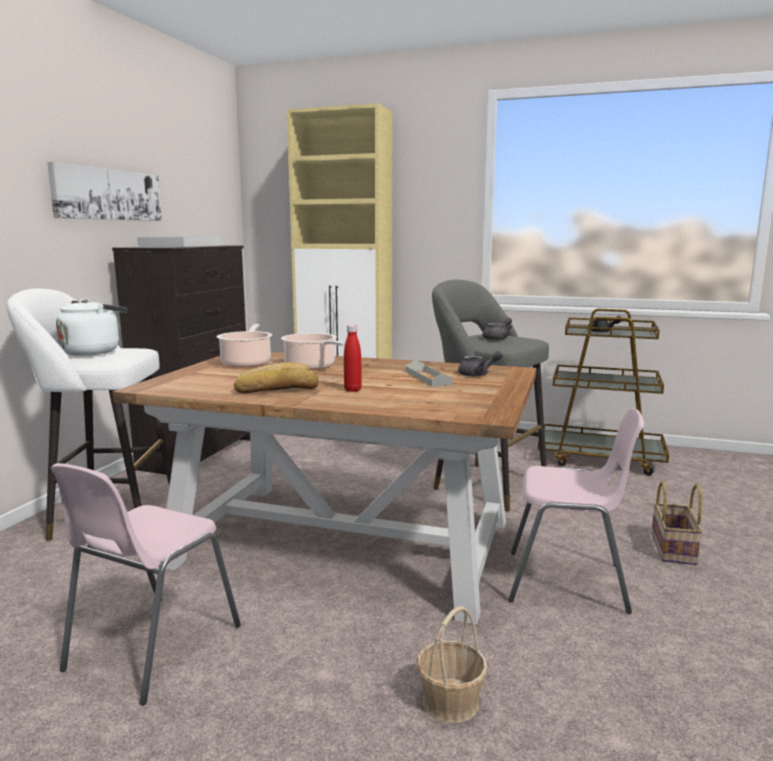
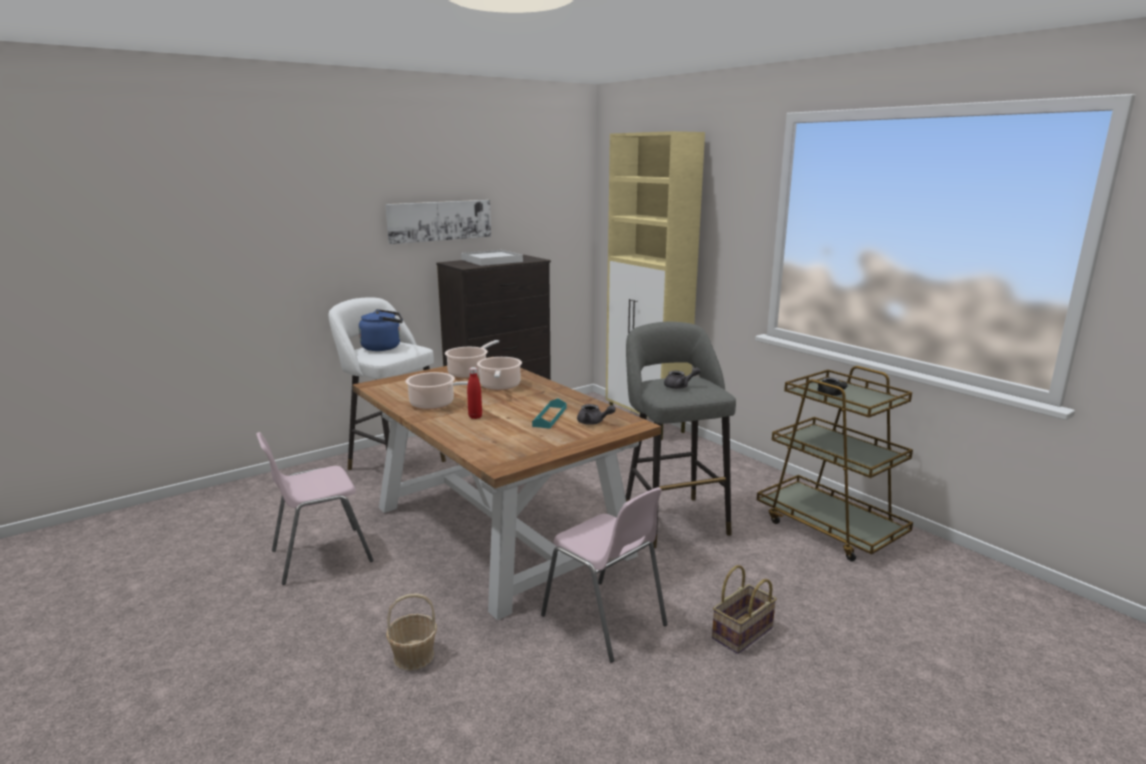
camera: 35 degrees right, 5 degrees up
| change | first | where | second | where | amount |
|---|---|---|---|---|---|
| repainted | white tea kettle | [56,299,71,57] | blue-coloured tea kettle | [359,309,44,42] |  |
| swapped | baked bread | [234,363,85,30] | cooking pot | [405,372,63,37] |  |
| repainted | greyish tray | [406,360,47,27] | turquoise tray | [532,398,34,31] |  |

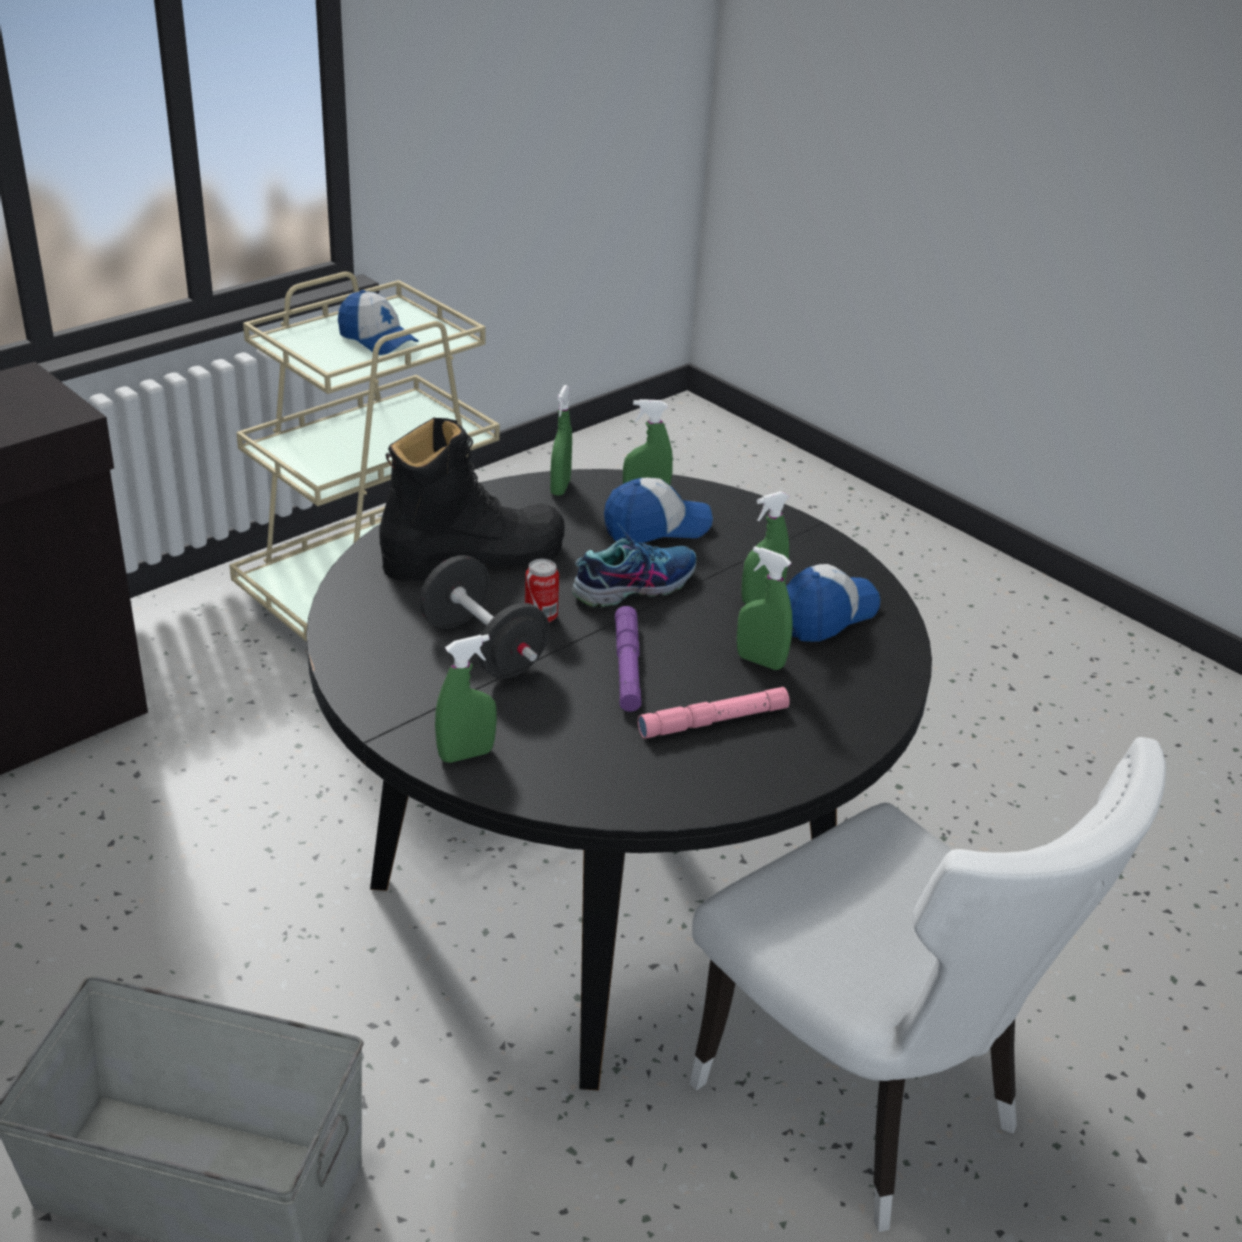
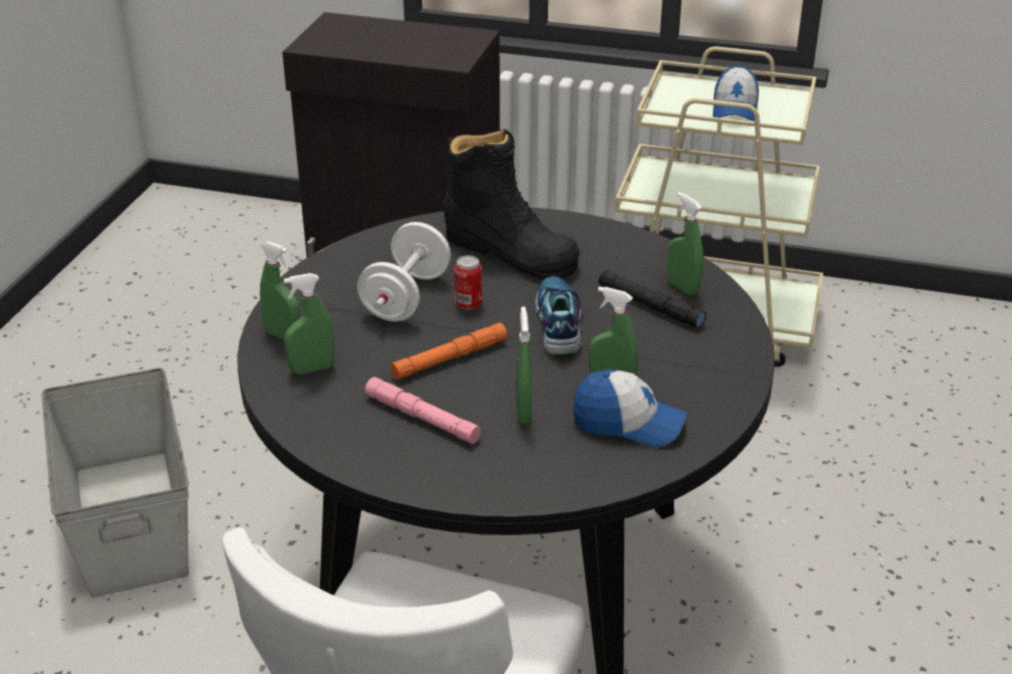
camera: 60 degrees right, 0 degrees up
| change | first | where | second | where | amount |
|---|---|---|---|---|---|
| shifted | green sprayer | [550,385,22,111] |  | [284,273,50,101] |  |
| repainted | black-coloured hand weight | [419,555,131,124] | white hand weight | [357,222,94,100] |  |
| repainted | purple-coloured torch | [615,606,26,106] | orange torch | [390,323,117,57] |  |
| rotated | shoe | [572,522,124,86] |  | [532,276,51,80] | 120 degrees counterclockwise |
| swapped | peaked cap | [604,478,109,65] | black-coloured torch | [598,270,108,58] |  |

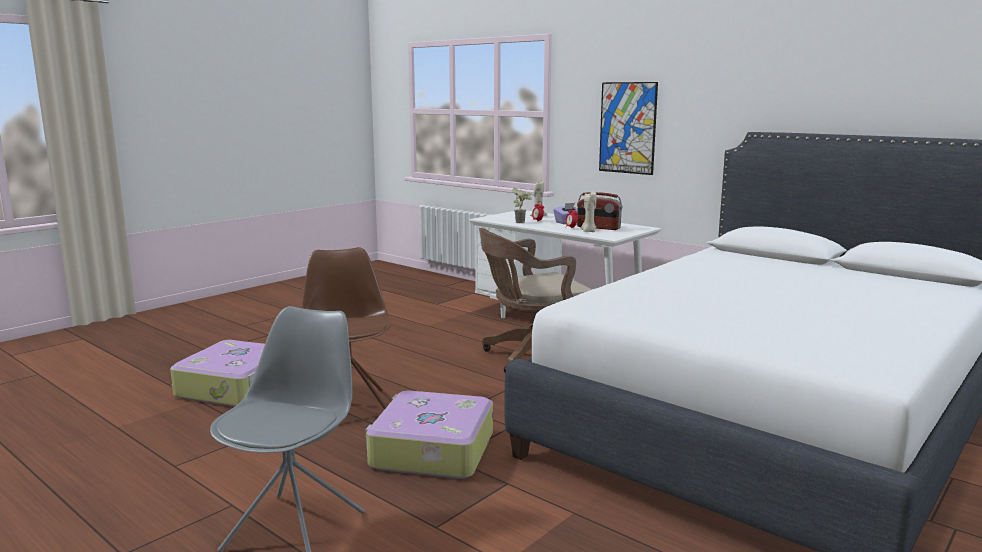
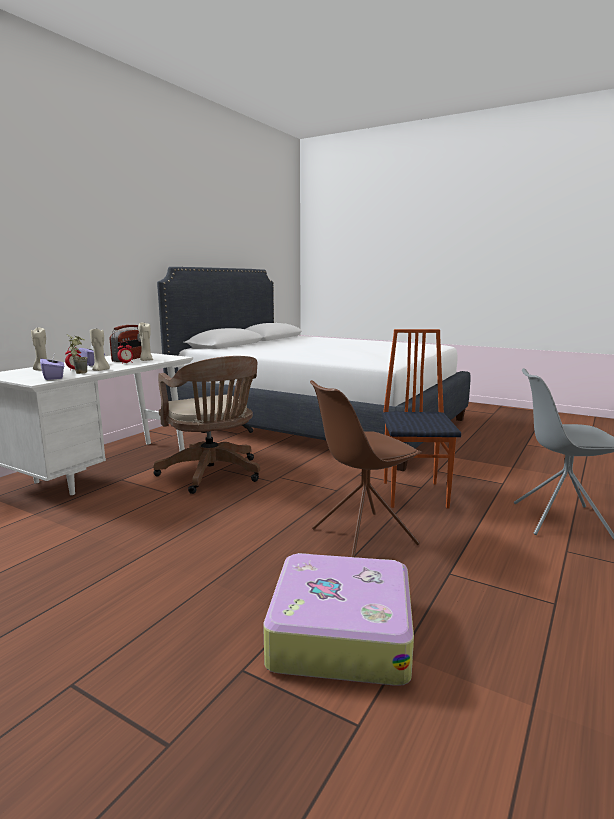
camera: 100 degrees left, 0 degrees up
| change | first | where | second | where | amount |
|---|---|---|---|---|---|
| new |  |  | purple-coloured tissue holder | [40,352,24,28] |  |
| new |  |  | beige wax light | [90,328,20,43] |  |
| swapped | travel case | [366,391,127,88] | chair | [382,329,79,180] |  |
| gone | wall picture | [599,82,59,93] |  |  |  |

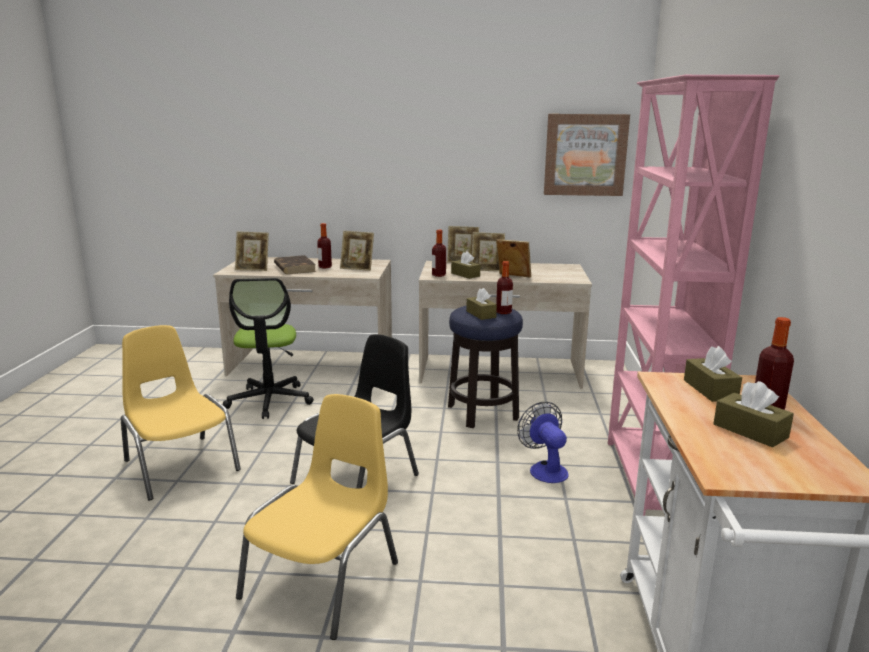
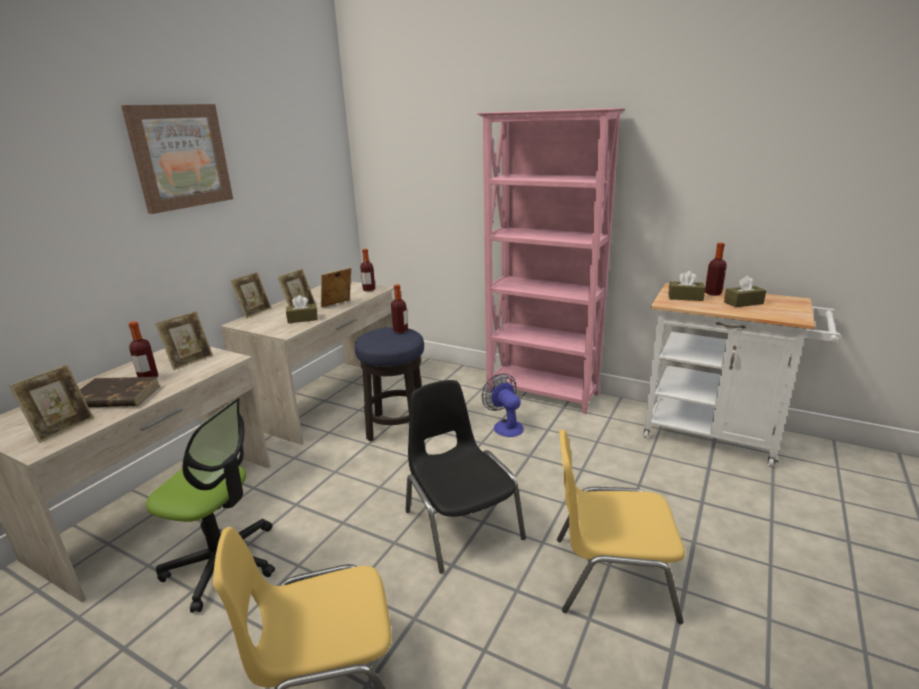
camera: 65 degrees left, 5 degrees up
| change | first | where | second | where | amount |
|---|---|---|---|---|---|
| shifted | wall picture | [544,114,86,82] |  | [121,104,112,110] |  |
| shifted | beverage bottle | [432,230,14,47] |  | [360,249,15,42] |  |
| rotated | cooling fan | [517,402,52,81] |  | [482,373,42,64] | 60 degrees clockwise |
| rotated | yellow chair | [236,394,162,246] |  | [557,429,128,195] | 45 degrees counterclockwise |
| gone | brownish tissue holder | [466,288,31,32] |  |  |  |

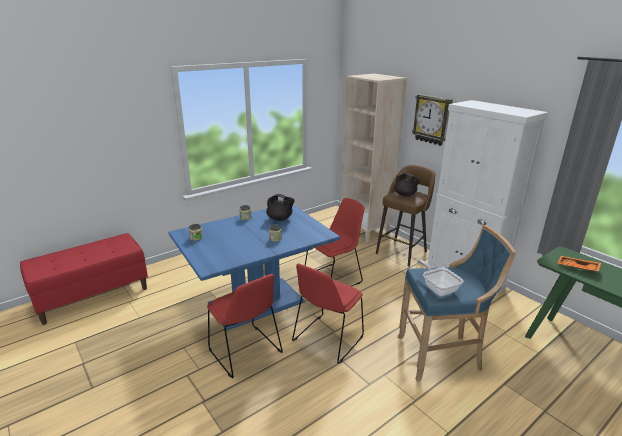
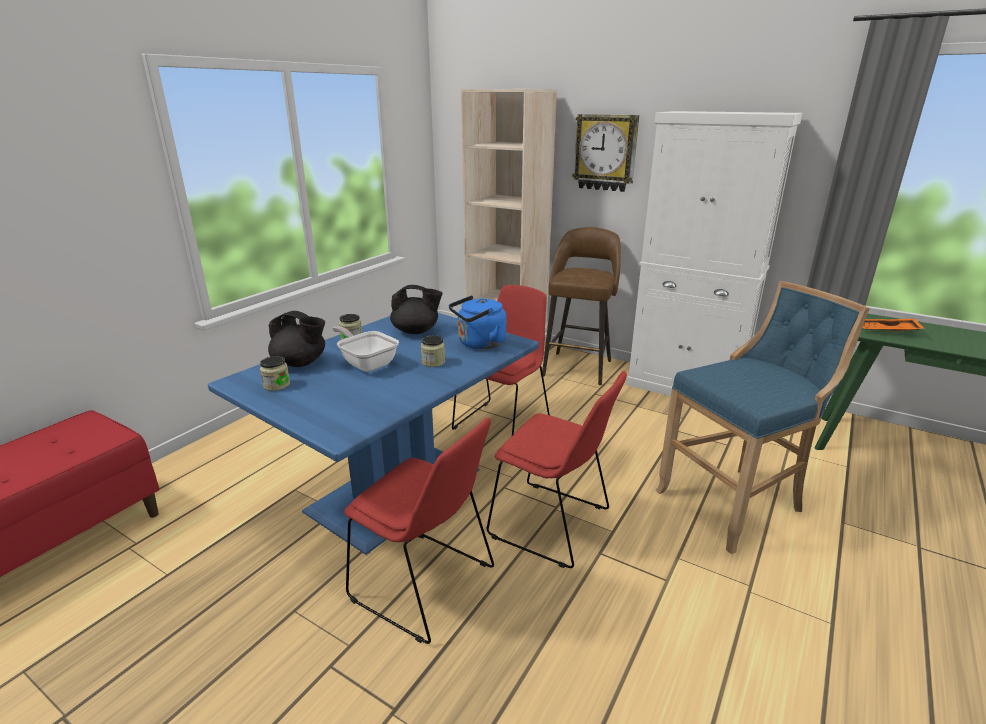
camera: 20 degrees left, 0 degrees up
| change | first | where | second | where | amount |
|---|---|---|---|---|---|
| shifted | black-coloured teapot | [394,173,27,24] |  | [268,311,57,56] |  |
| shifted | frying pan | [417,259,46,37] |  | [332,326,67,46] |  |
| new |  |  | blue-coloured tea kettle | [449,295,57,54] |  |
| rotated | reddish chair | [292,263,72,101] |  | [487,371,140,197] | 75 degrees counterclockwise |

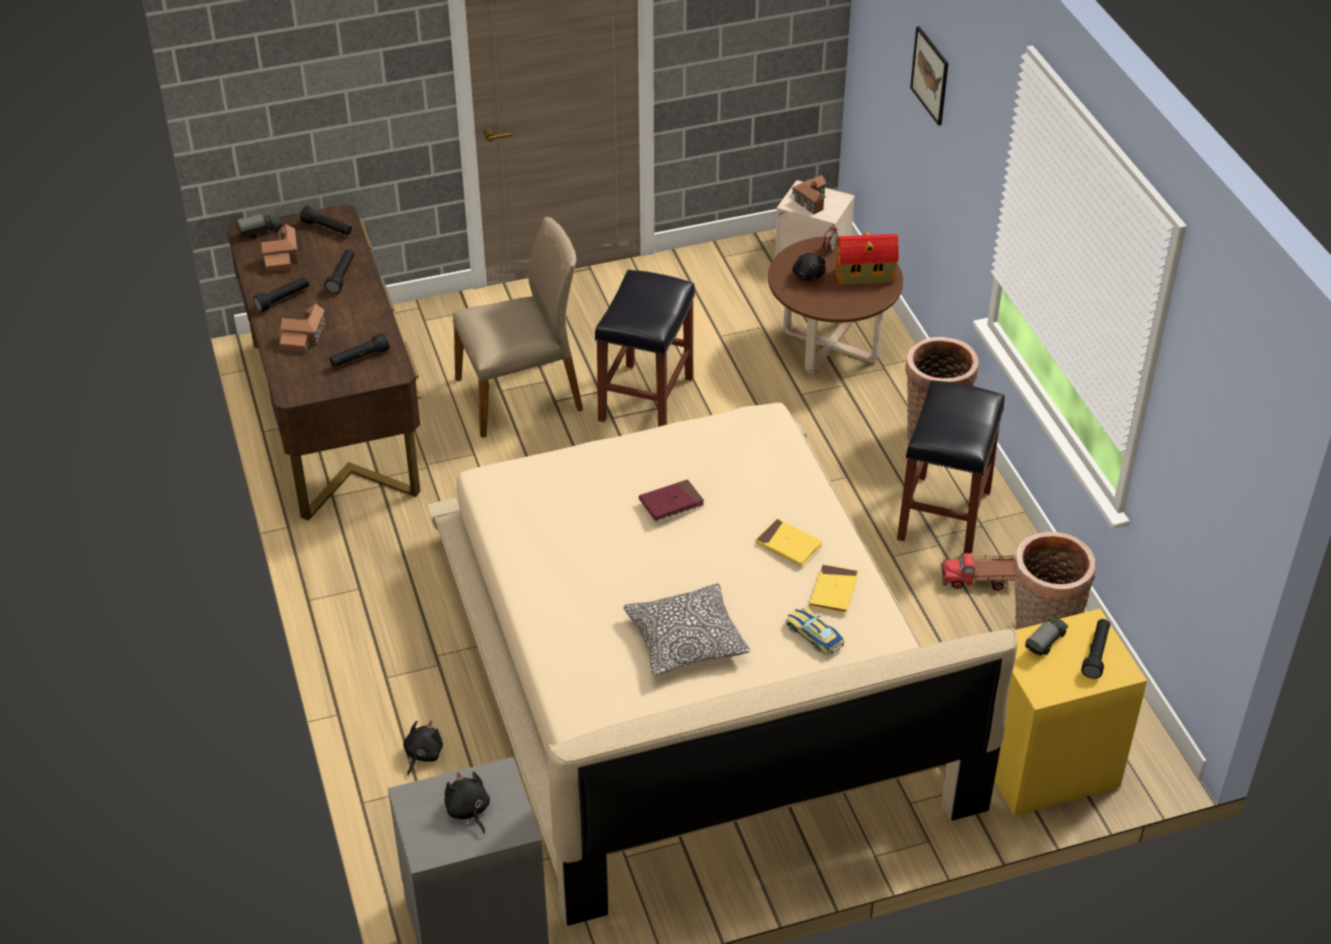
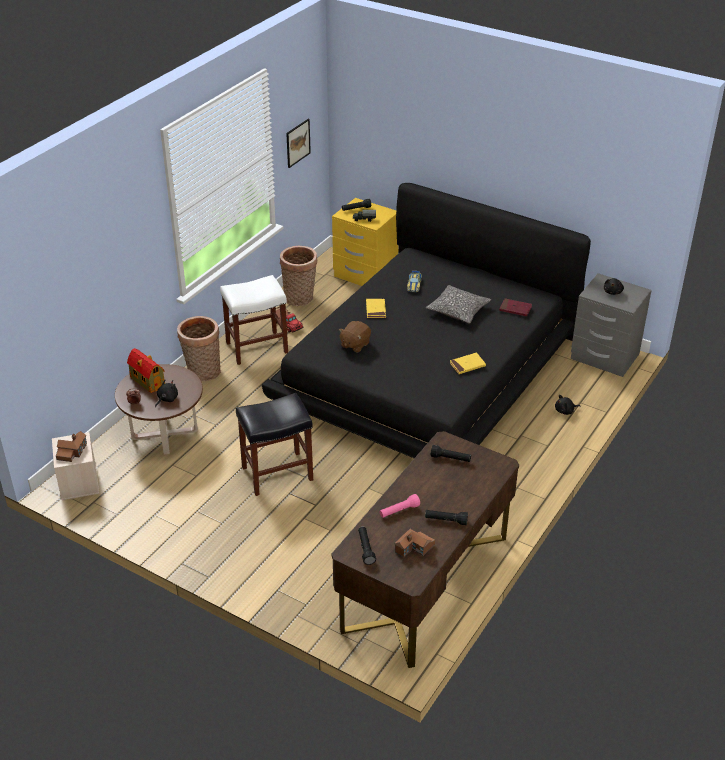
camera: 130 degrees left, 5 degrees down
| change | first | where | second | where | amount |
|---|---|---|---|---|---|
| repainted | black-coloured sitting stool | [897,380,108,173] | white sitting stool | [220,275,68,90] |  |
| repainted | beige sleeping bed | [426,403,591,523] | black-coloured sleeping bed | [262,183,329,275] |  |
| shifted | wall picture | [910,26,38,100] |  | [286,119,25,49] |  |
| new |  |  | brownish cuddly toy | [339,321,32,32] |  |
| repainted | black-coloured torch | [324,249,31,45] | pink torch | [380,494,40,24] |  |
| shifted | yellow bound book | [809,564,50,50] |  | [450,352,36,22] |  |
| shifted | reddish bound book | [639,479,65,42] |  | [499,298,33,18] |  |
| gone | toy truck | [236,214,47,25] |  |  |  |
| gone | model house | [280,304,45,49] |  |  |  |
| gone | beige chair | [453,217,130,221] |  |  |  |

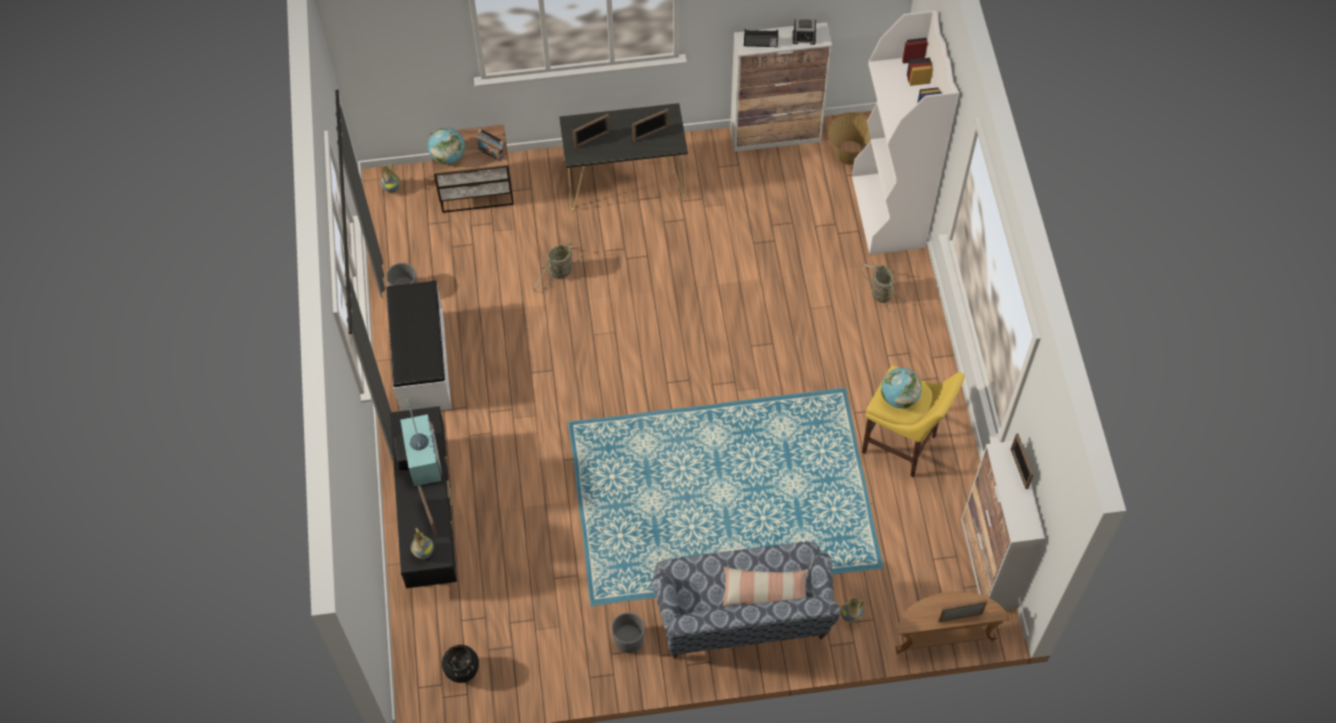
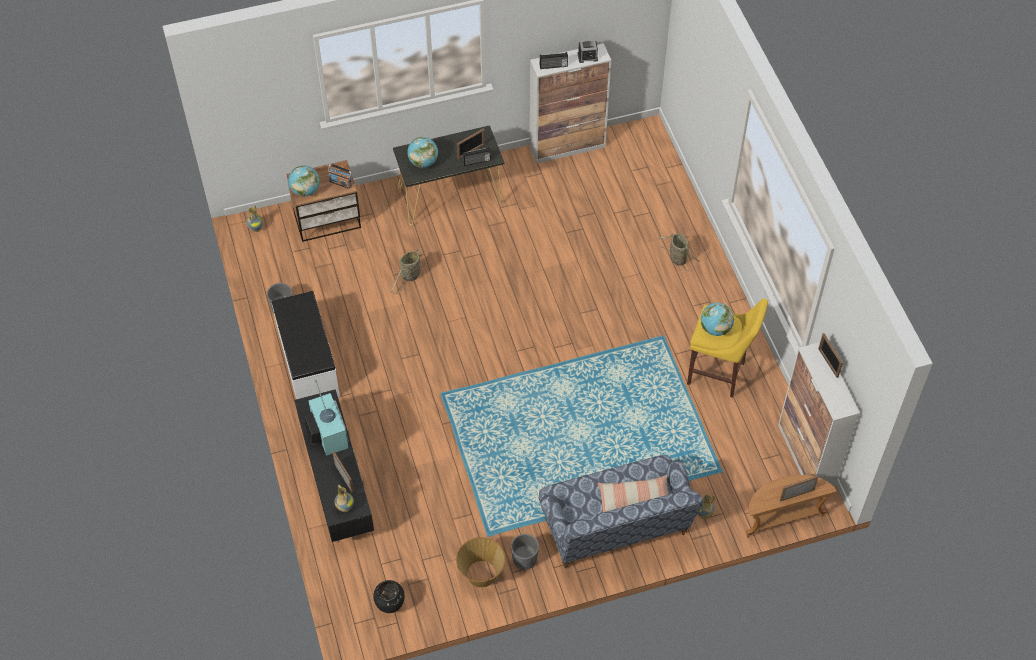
camera: 10 degrees left, 5 degrees down
| change | first | where | second | where | amount |
|---|---|---|---|---|---|
| swapped | photo frame | [573,114,36,34] | world globe | [407,137,31,31] |  |
| shifted | household basket | [828,112,43,53] |  | [456,537,50,51] |  |
| new |  |  | radio receiver | [463,147,28,19] |  |
| gone | white shelving unit | [852,10,107,245] |  |  |  |

